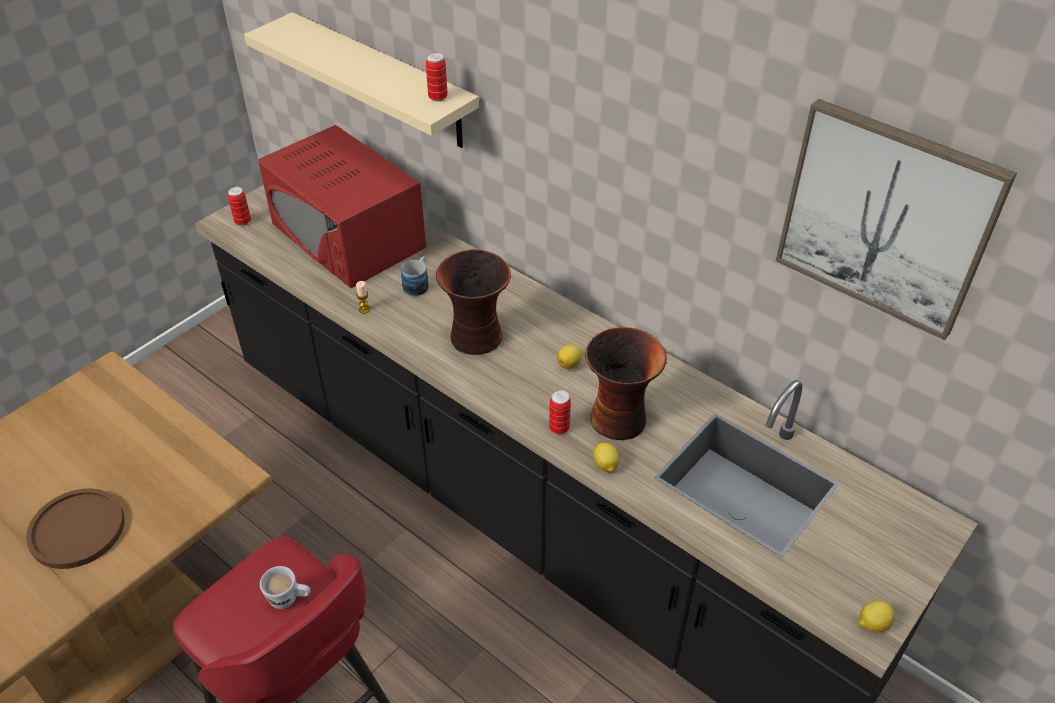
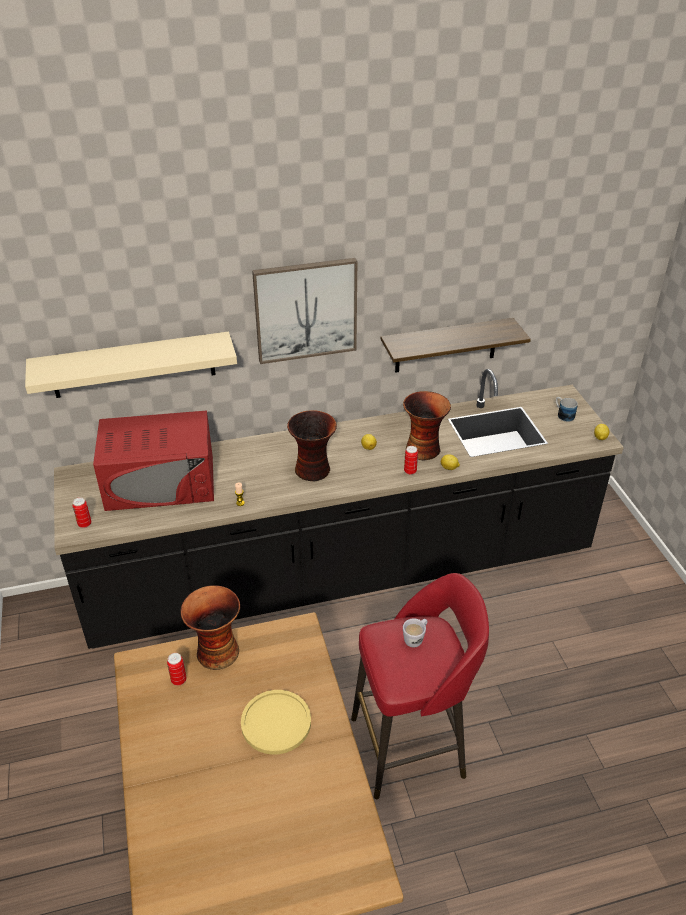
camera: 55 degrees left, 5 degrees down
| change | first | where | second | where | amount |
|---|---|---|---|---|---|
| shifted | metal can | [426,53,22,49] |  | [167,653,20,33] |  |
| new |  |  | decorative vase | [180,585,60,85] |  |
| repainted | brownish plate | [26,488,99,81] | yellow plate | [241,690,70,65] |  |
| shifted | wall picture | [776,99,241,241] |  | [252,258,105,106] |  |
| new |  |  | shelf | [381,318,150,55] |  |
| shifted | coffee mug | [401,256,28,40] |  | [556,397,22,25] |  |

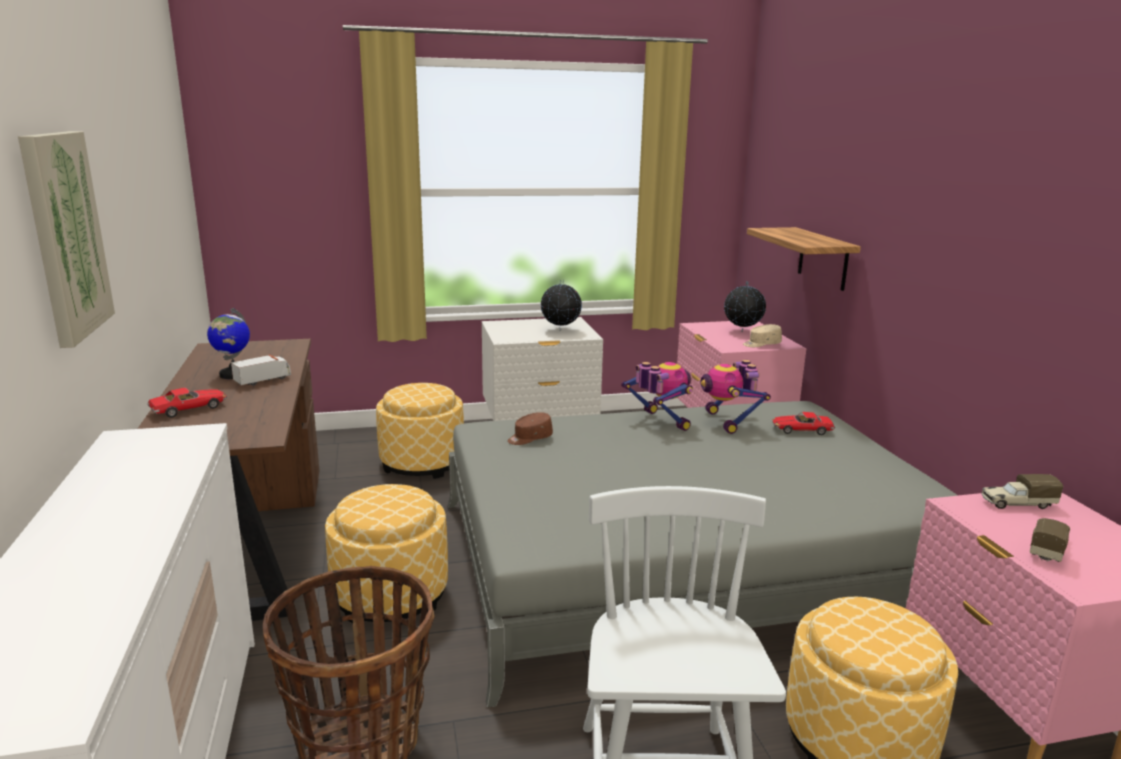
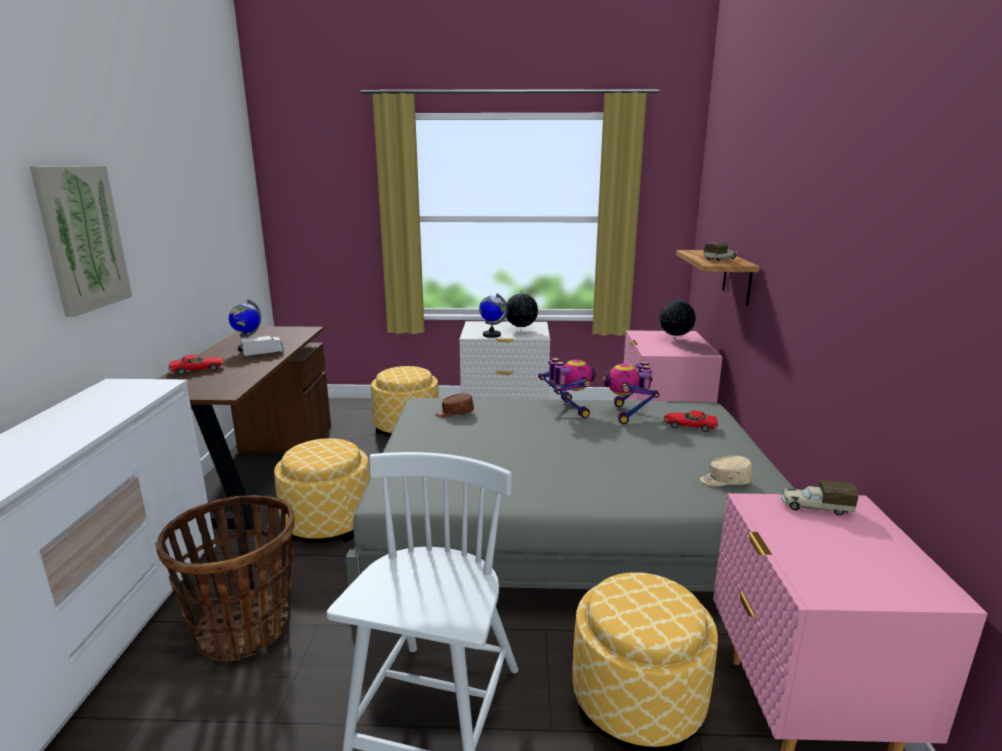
camera: 15 degrees right, 0 degrees up
| change | first | where | second | where | amount |
|---|---|---|---|---|---|
| new |  |  | world globe | [479,293,29,45] |  |
| shifted | beige peaked cap | [743,324,39,23] |  | [700,456,52,30] |  |
| shifted | toy truck | [1030,518,40,44] |  | [704,242,33,20] |  |

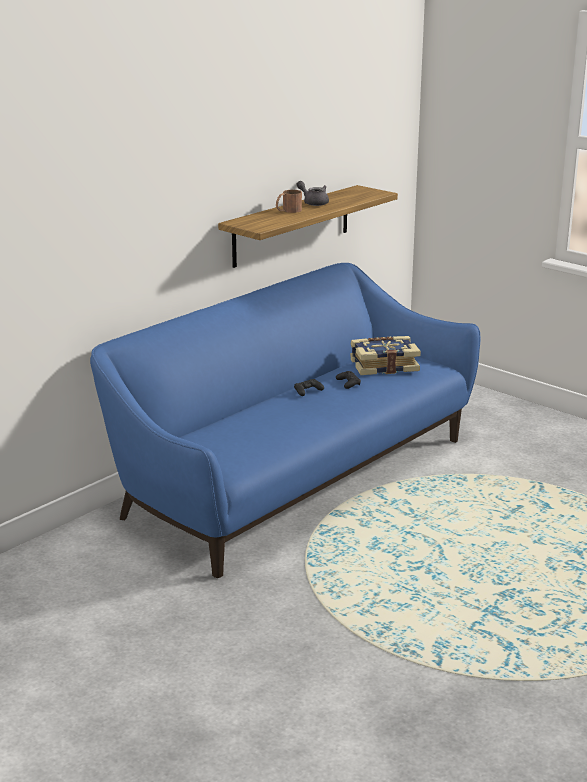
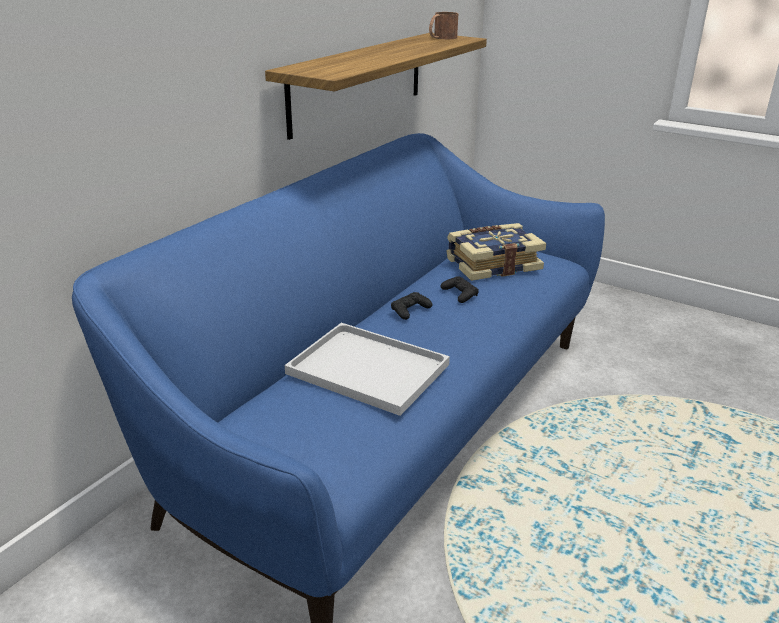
camera: 10 degrees left, 5 degrees up
| change | first | where | second | where | amount |
|---|---|---|---|---|---|
| new |  |  | white tray | [285,323,165,93] |  |
| shifted | brownish coffee mug | [276,190,26,23] |  | [429,12,29,27] |  |
| gone | greyish teapot | [297,181,32,25] |  |  |  |

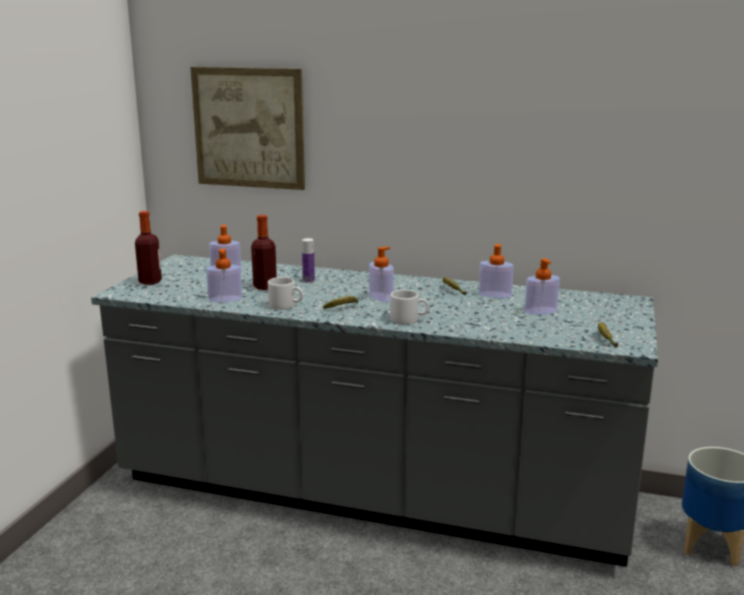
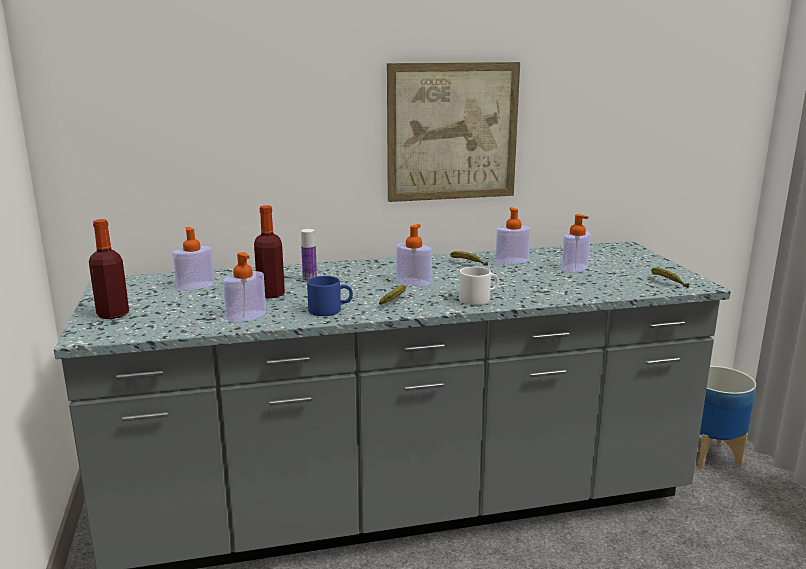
camera: 30 degrees left, 0 degrees up
| change | first | where | second | where | amount |
|---|---|---|---|---|---|
| repainted | white coffee mug | [268,277,35,33] | blue-coloured coffee mug | [307,276,46,40] |  |
| shifted | wall picture | [191,67,114,123] |  | [387,62,133,140] |  |

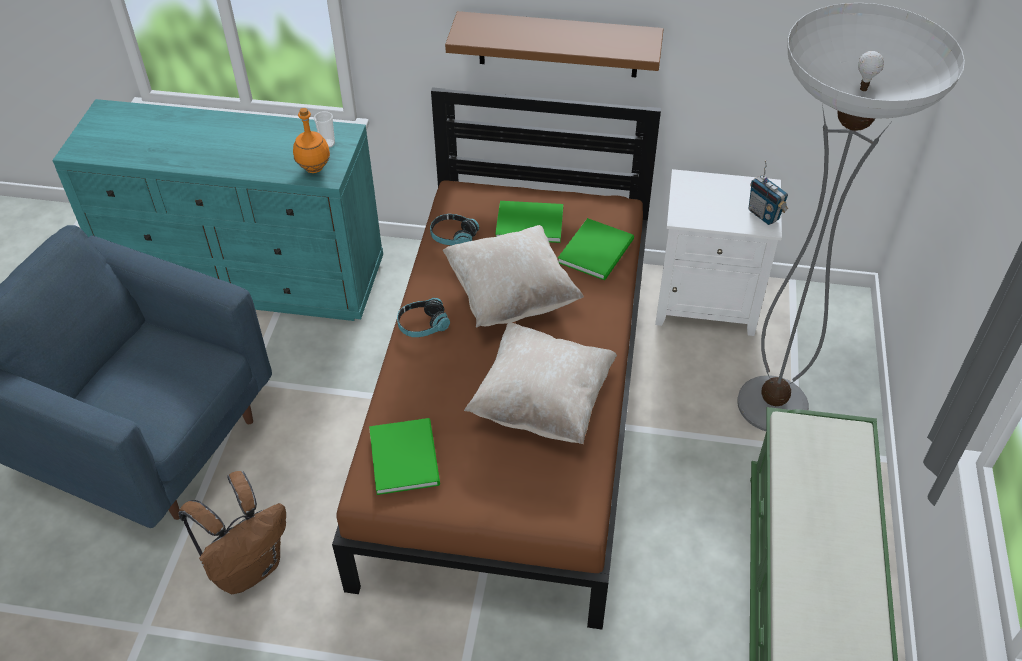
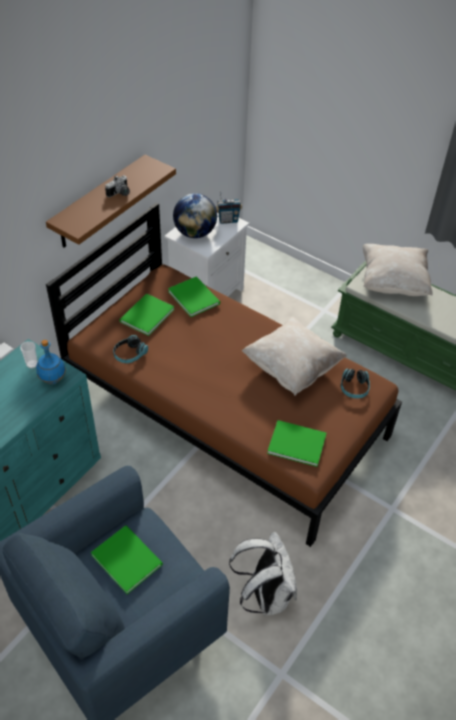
camera: 65 degrees left, 0 degrees up
| change | first | where | second | where | amount |
|---|---|---|---|---|---|
| repainted | orange beverage bottle | [293,108,37,65] | blue-coloured beverage bottle | [36,340,30,44] |  |
| new |  |  | green bound book | [91,525,72,69] |  |
| new |  |  | still camera | [105,175,25,23] |  |
| new |  |  | world globe | [173,193,44,45] |  |
| repainted | brownish backpack | [178,471,108,123] | white backpack | [229,532,68,83] |  |
| shifted | headphones | [397,298,53,39] |  | [341,369,29,29] |  |
| shifted | beige throw pillow | [443,225,141,103] |  | [363,244,69,52] |  |
| gone | standard lamp | [737,3,228,428] |  |  |  |

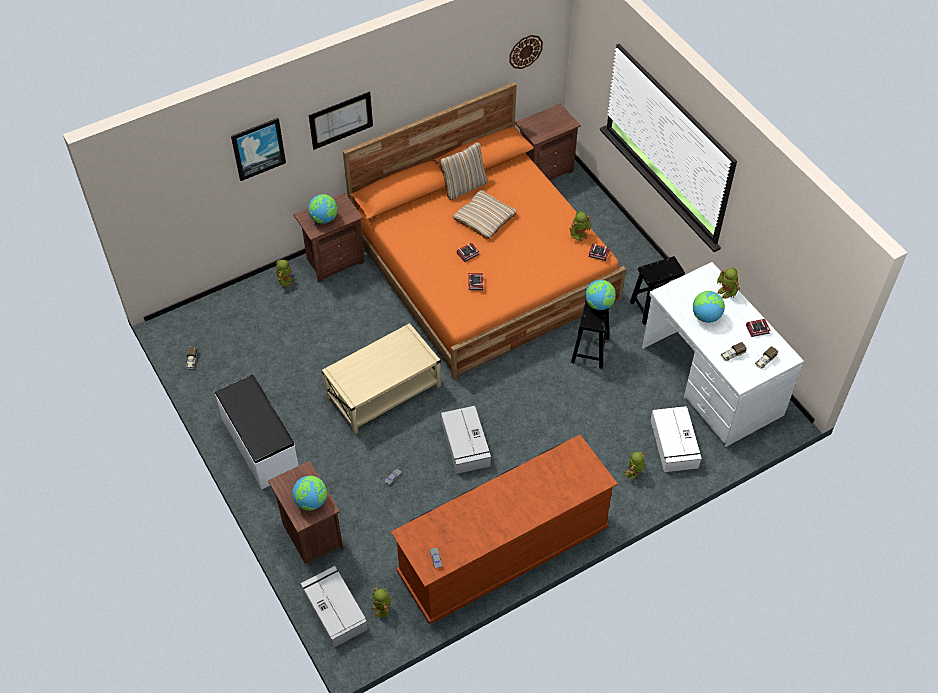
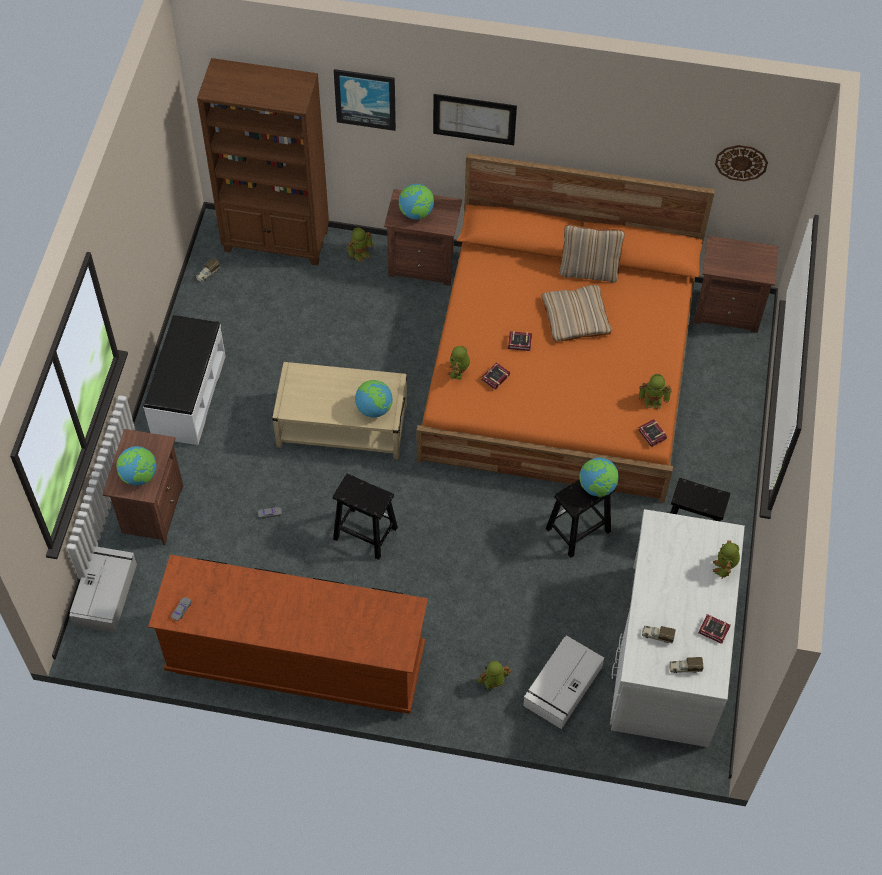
camera: 40 degrees right, 5 degrees up
| change | first | where | second | where | amount |
|---|---|---|---|---|---|
| new |  |  | brownish shelving unit | [197,58,132,208] |  |
| swapped | greyish storage container | [441,406,50,68] | black-coloured sitting stool | [333,474,65,86] |  |
| shifted | world globe | [693,291,32,32] |  | [355,380,38,38] |  |
| shifted | model robot | [372,587,19,32] |  | [448,346,22,34] |  |

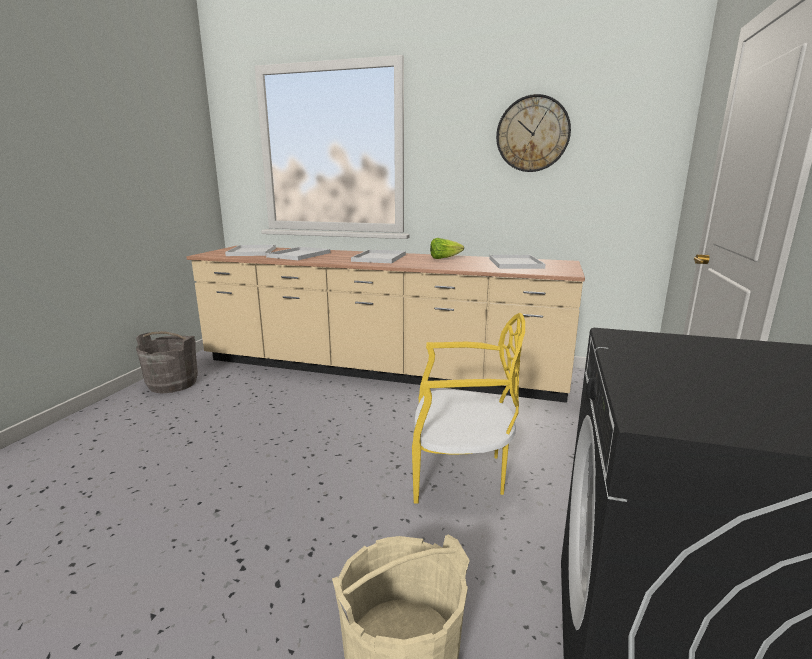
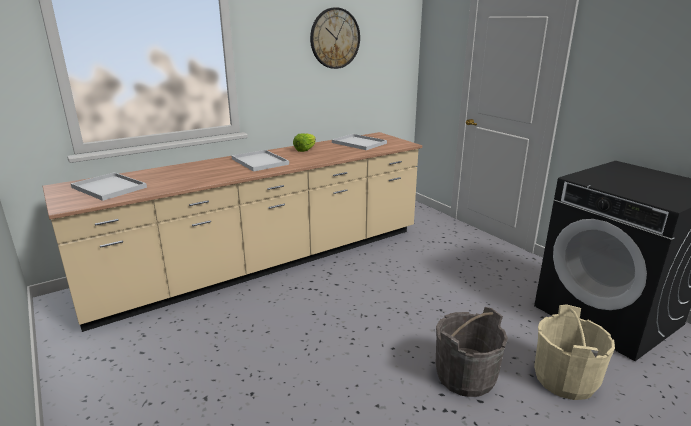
camera: 50 degrees left, 5 degrees up
| change | first | where | second | where | amount |
|---|---|---|---|---|---|
| shifted | greyish water bucket | [136,331,62,62] |  | [436,307,72,90] |  |
| gone | white tray | [266,247,65,13] |  |  |  |
| gone | yellow chair | [412,313,113,191] |  |  |  |

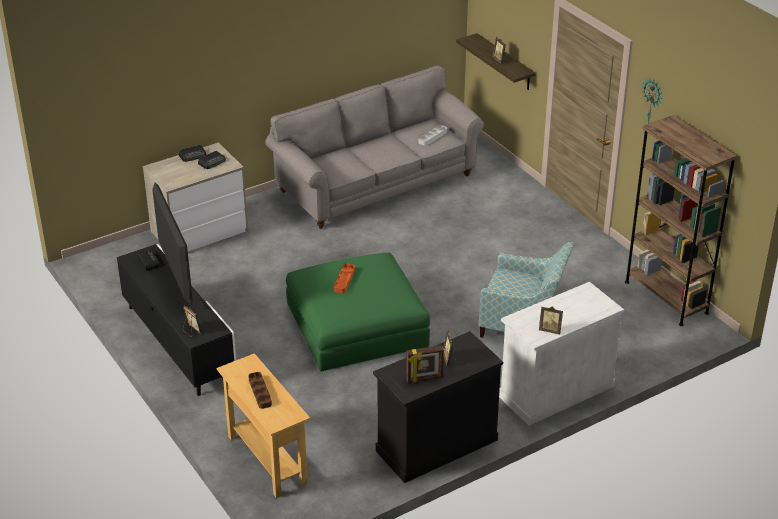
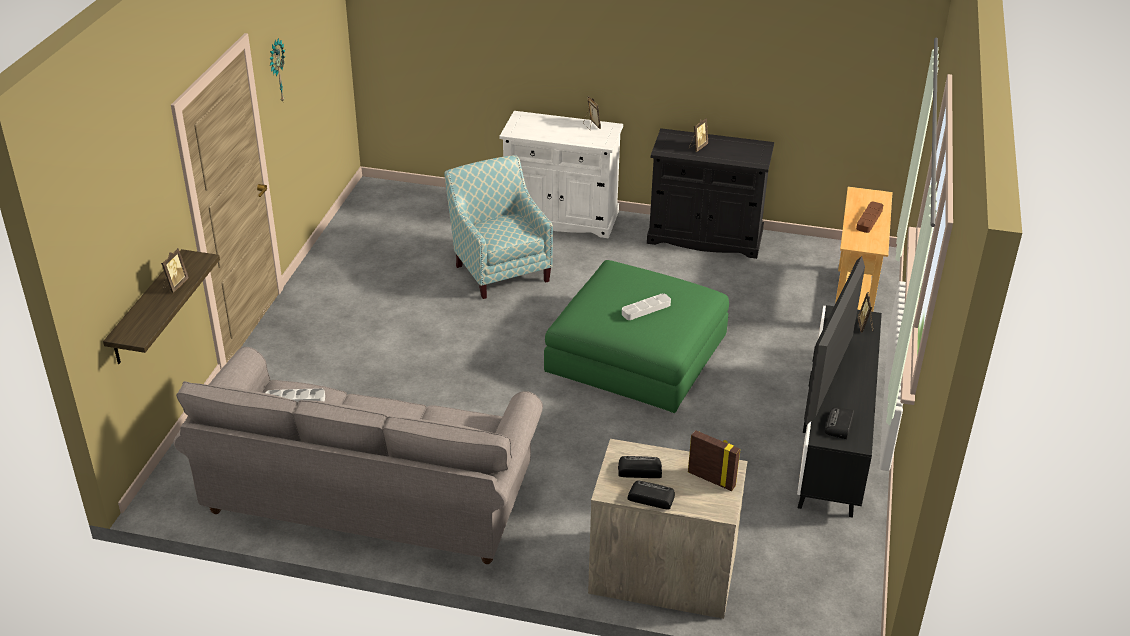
camera: 135 degrees left, 0 degrees up
| change | first | where | second | where | amount |
|---|---|---|---|---|---|
| repainted | orange tray | [334,263,21,30] | greyish tray | [622,293,49,27] |  |
| shifted | photo frame | [406,345,38,38] |  | [688,430,52,61] |  |
| gone | brownish shelving unit | [625,115,113,211] |  |  |  |

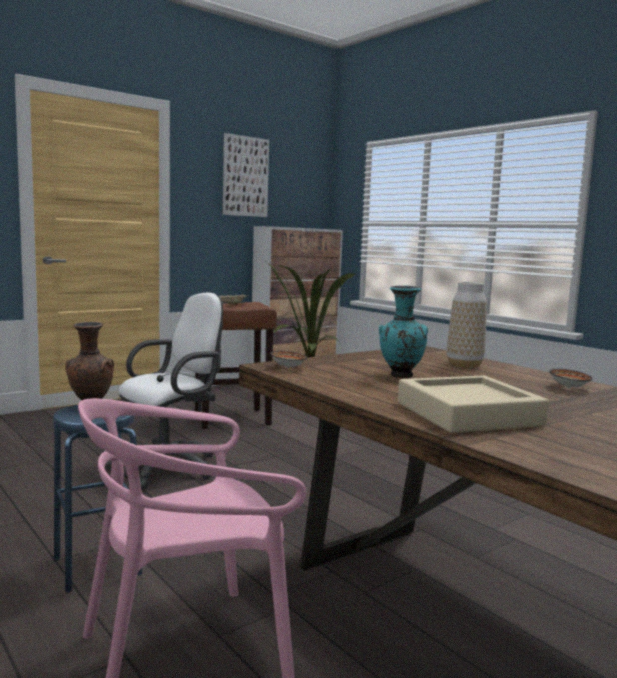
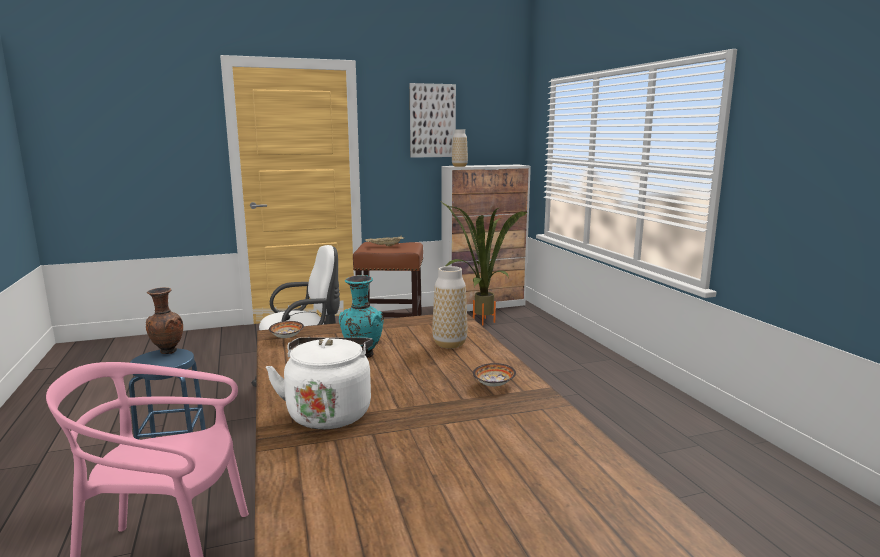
camera: 20 degrees right, 5 degrees up
| change | first | where | second | where | amount |
|---|---|---|---|---|---|
| swapped | beige tray | [398,376,151,57] | white tea kettle | [266,337,107,92] |  |
| new |  |  | decorative vase | [452,130,16,37] |  |

